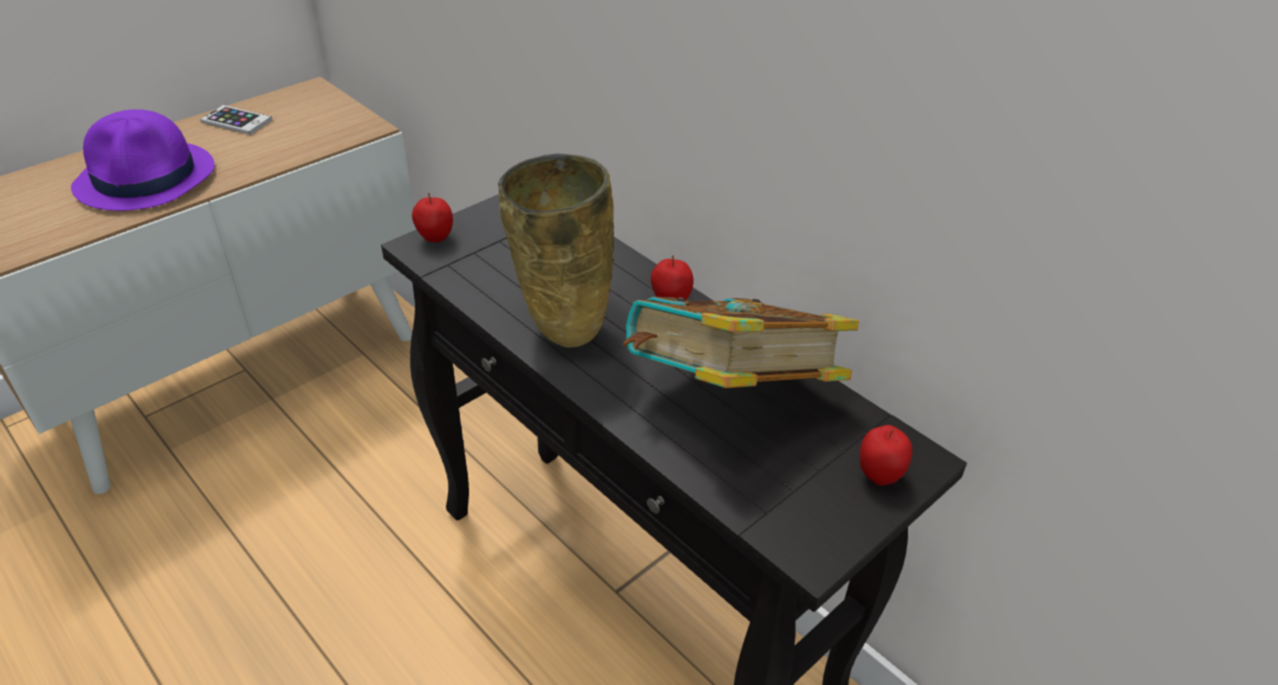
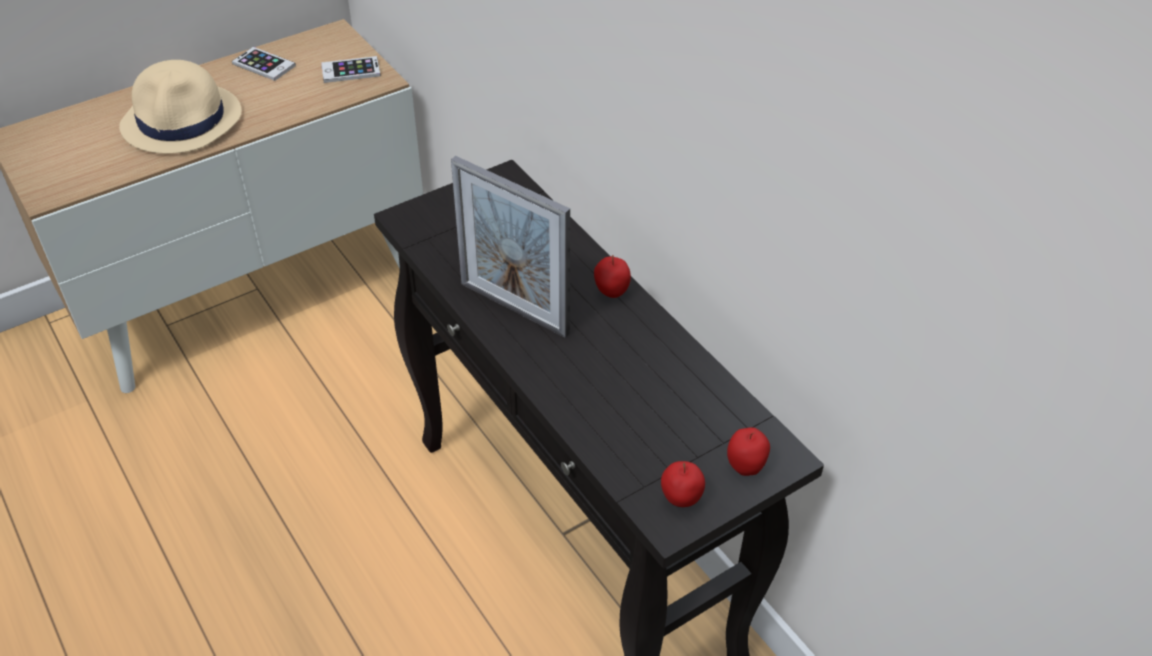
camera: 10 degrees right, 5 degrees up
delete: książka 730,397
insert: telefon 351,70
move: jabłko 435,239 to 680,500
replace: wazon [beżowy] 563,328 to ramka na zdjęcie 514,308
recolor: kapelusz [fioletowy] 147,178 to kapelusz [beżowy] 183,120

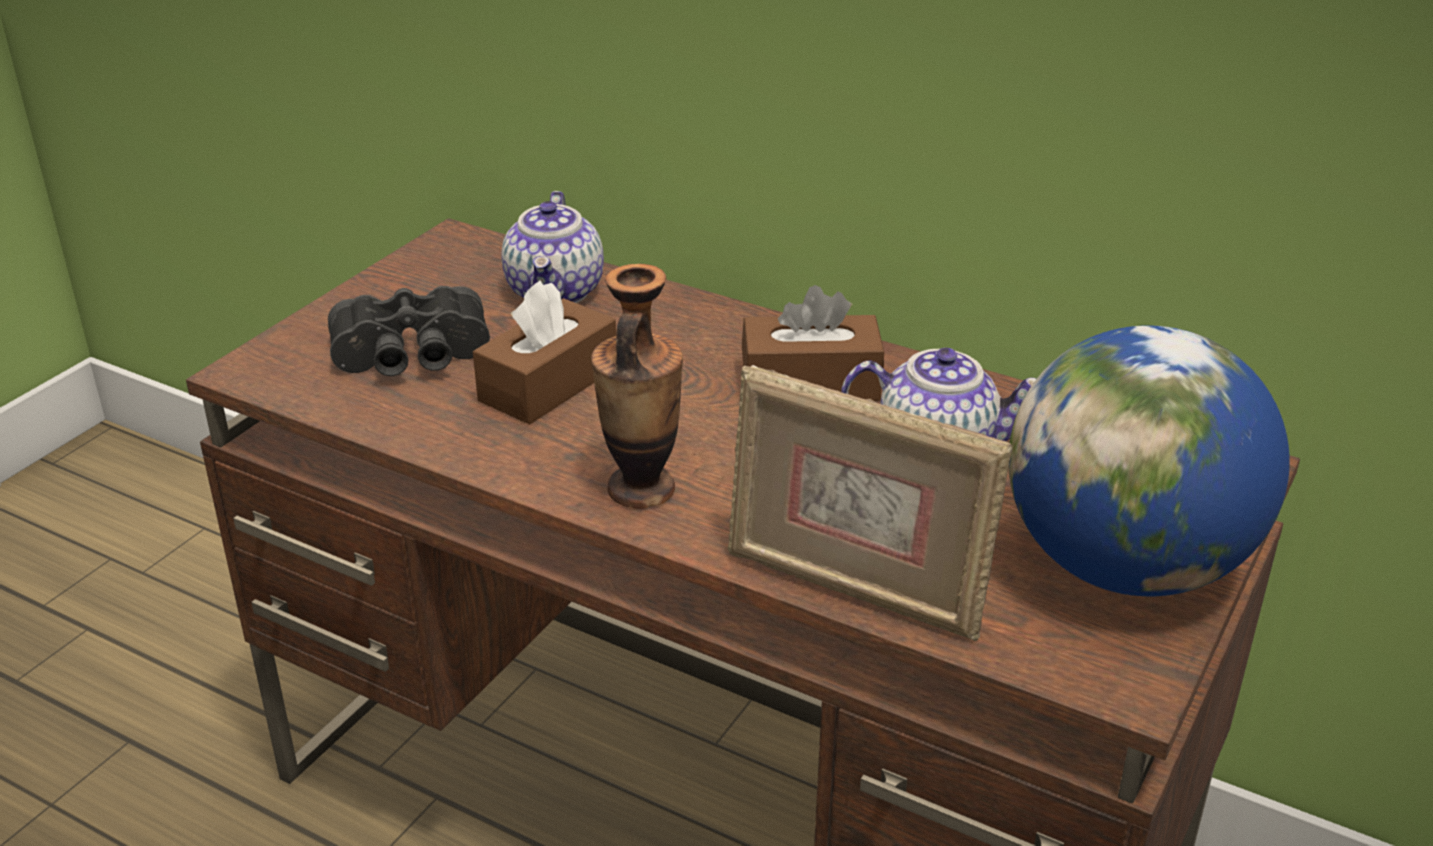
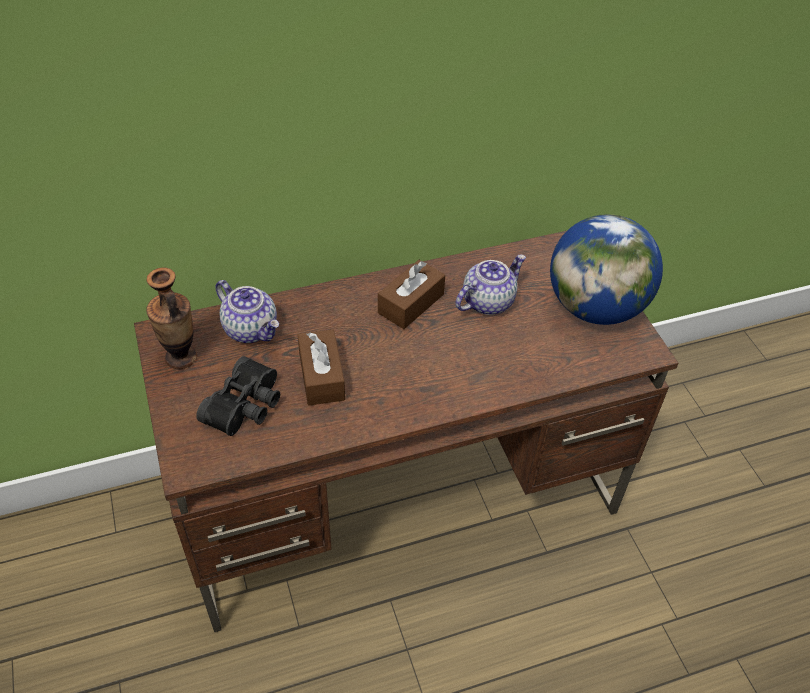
camera: 50 degrees left, 15 degrees up
delete: ramka na zdjęcie 854,588
move: wazon 641,489 to 181,357

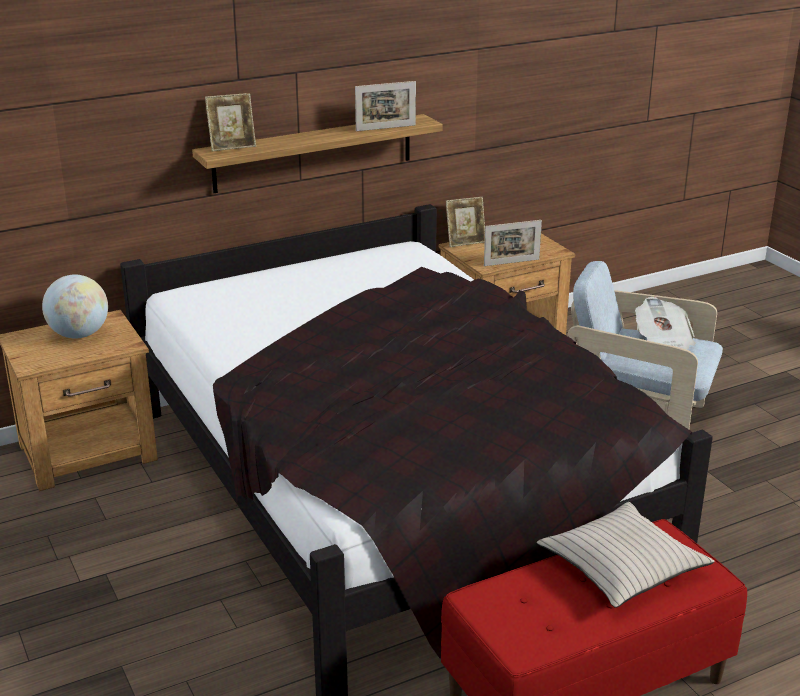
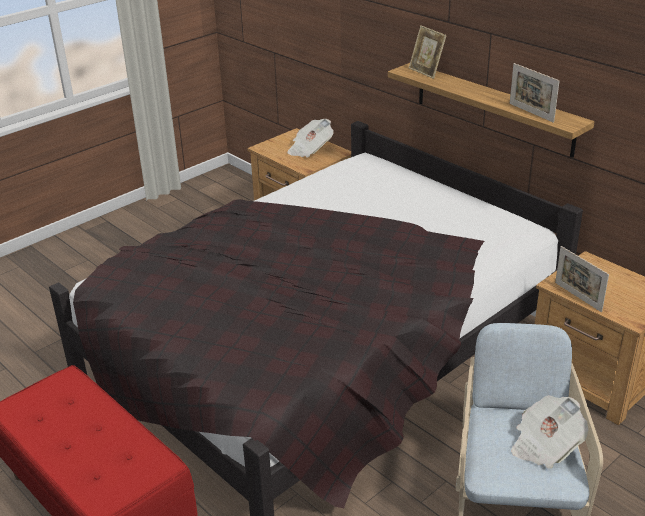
camera: 75 degrees right, 5 degrees up
delete: ramka na zdjęcie 465,242; poduszka [beżowy] 621,566
replace: globus 79,335 to gazeta 310,150

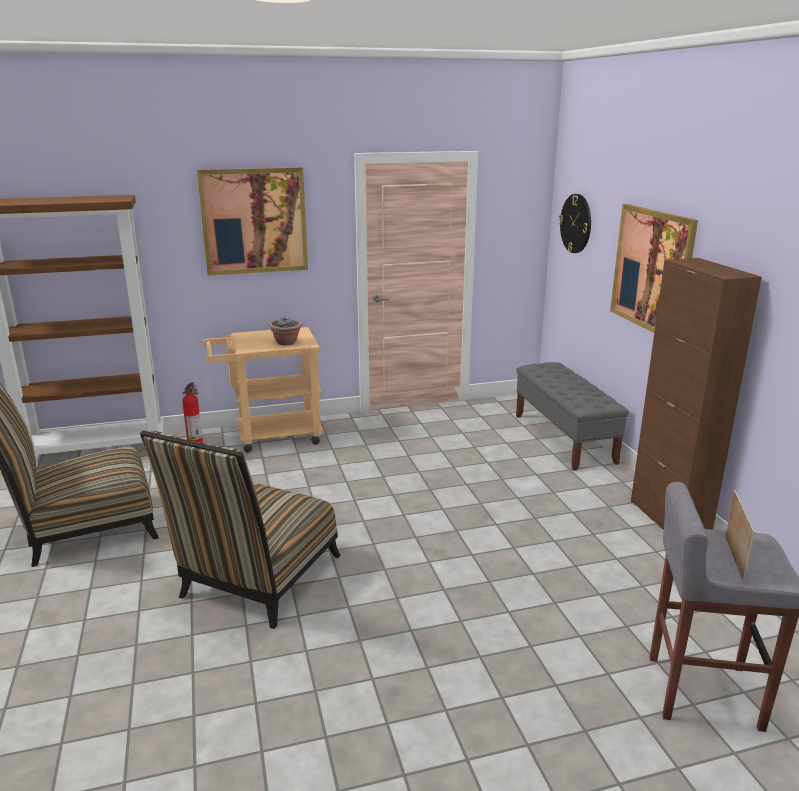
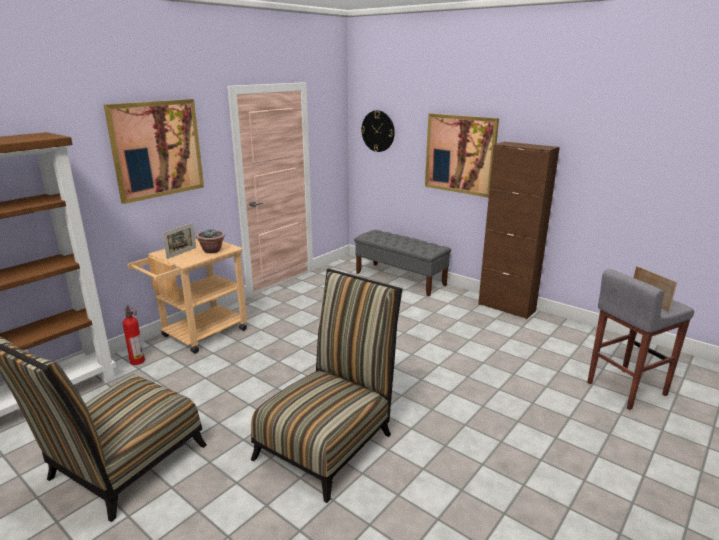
camera: 35 degrees left, 0 degrees up
insert: ramka na zdjęcie 181,253
rotate: krzesło 256,581 = 329,441 135 degrees counterclockwise

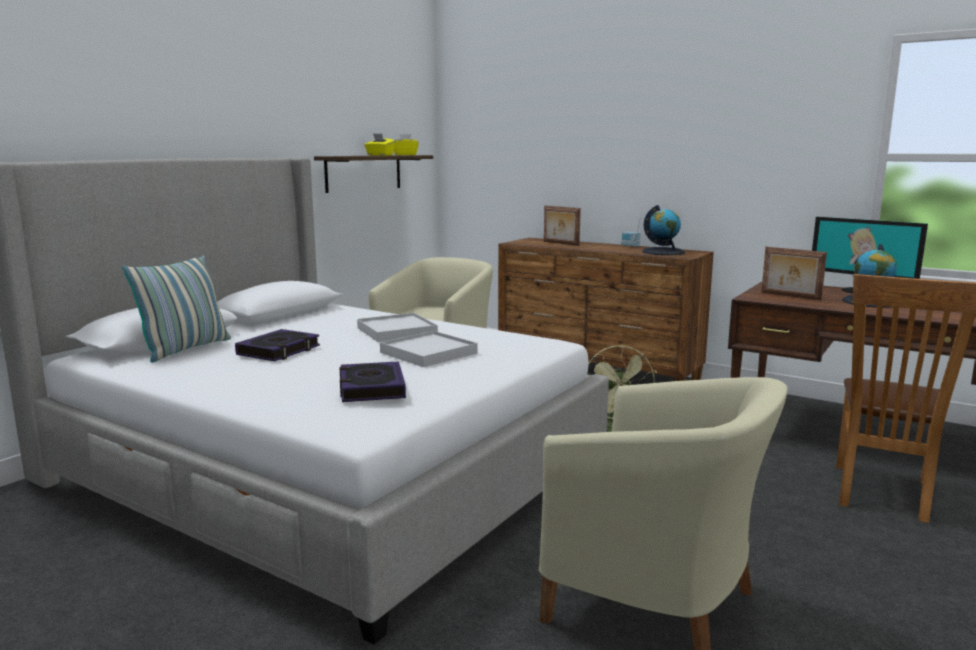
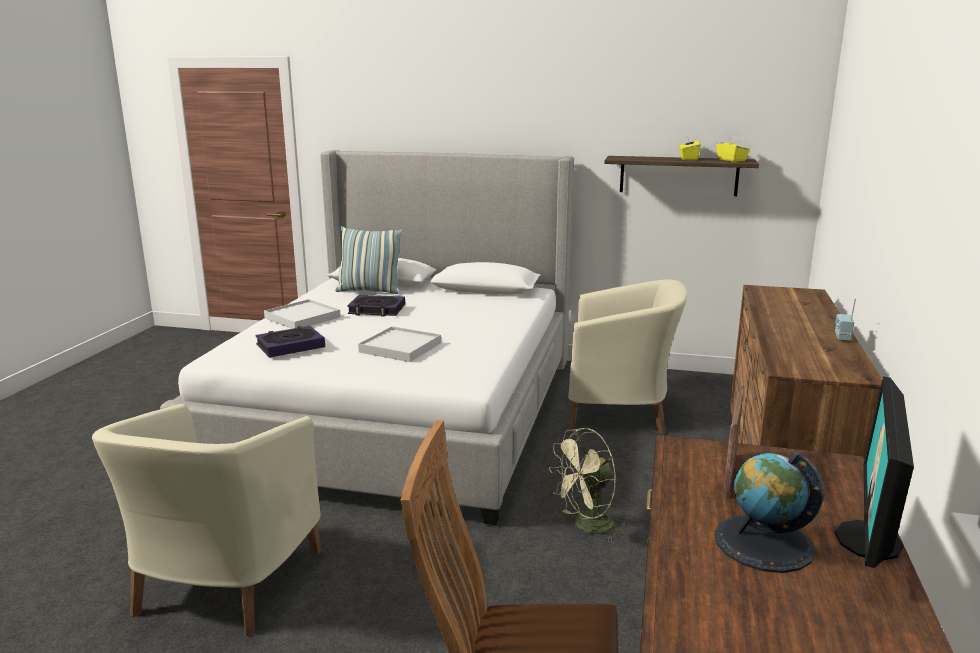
camera: 70 degrees right, 5 degrees up
delete: ramka na zdjęcie 560,243; globus 663,252
move: taca [biały] 396,331 to 302,317

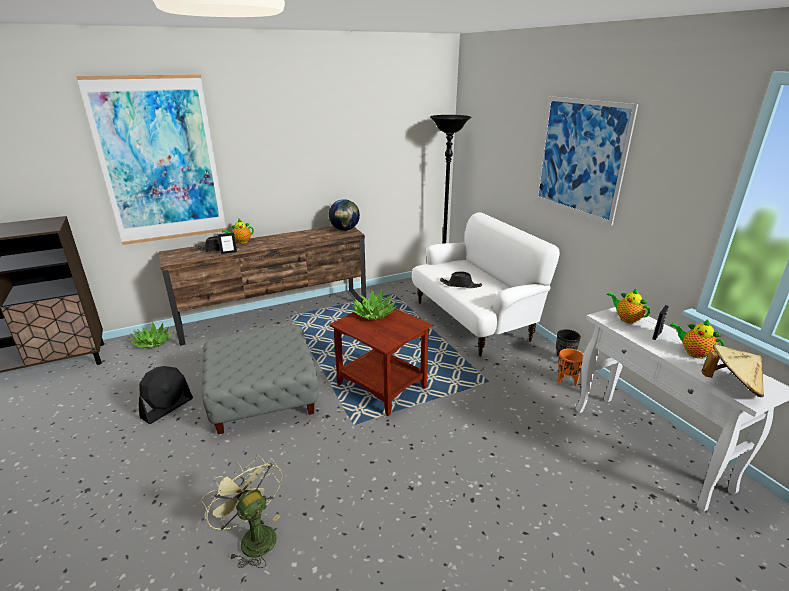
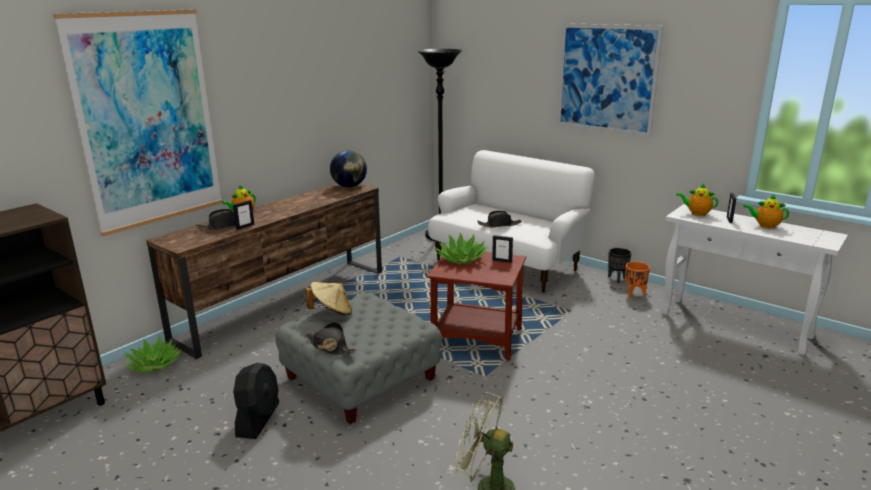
camera: 25 degrees left, 5 degrees down
insert: kapelusz [czarny] 330,347; ramka na zdjęcie 502,261
move: kapelusz [beżowy] 730,386 to 332,312

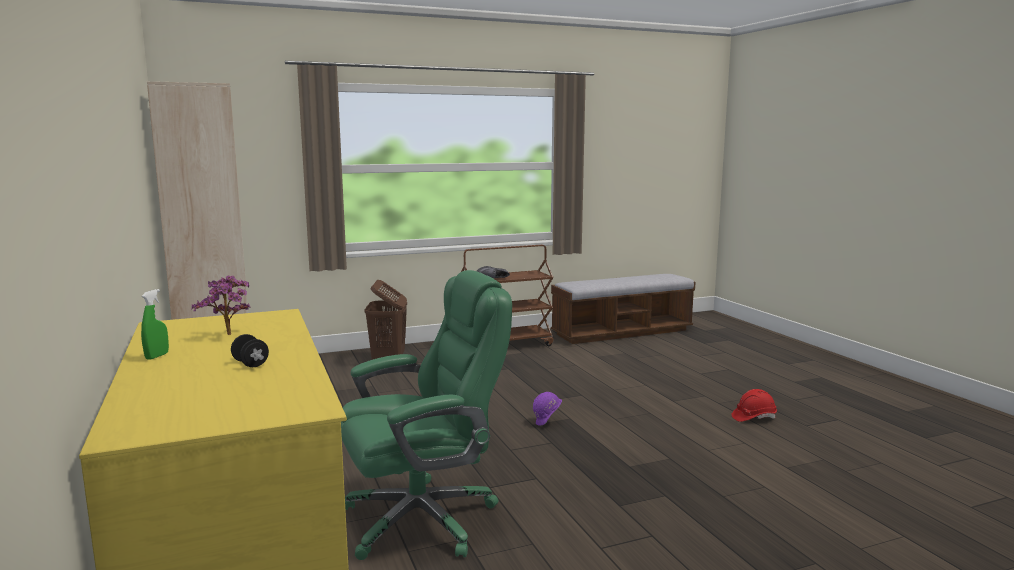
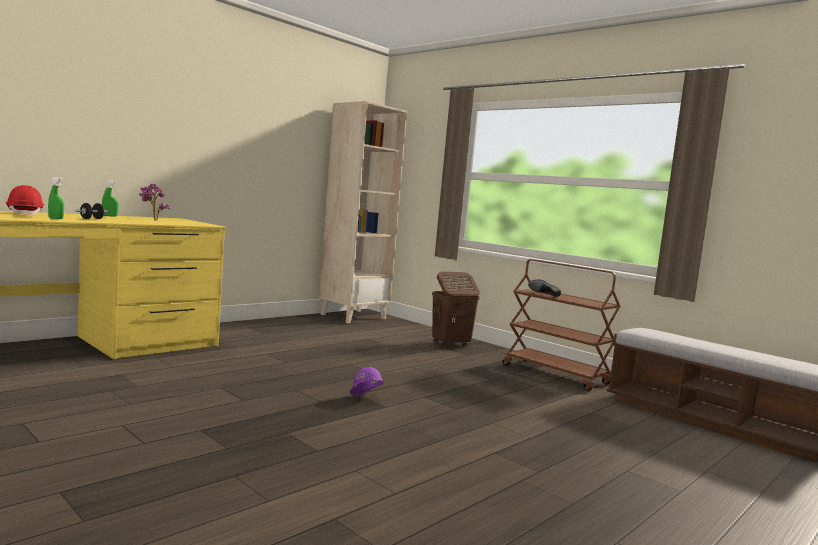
camera: 65 degrees right, 5 degrees down
delete: krzesło biurowe [zielony] 424,518
insert: spryskiwacz [zielony] 56,218
move: kask [czerwony] 753,417 to 25,214

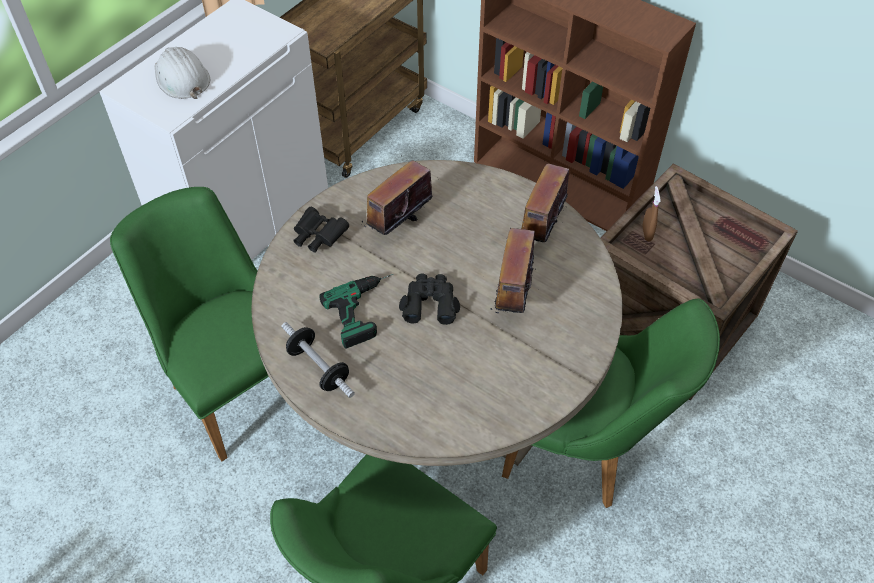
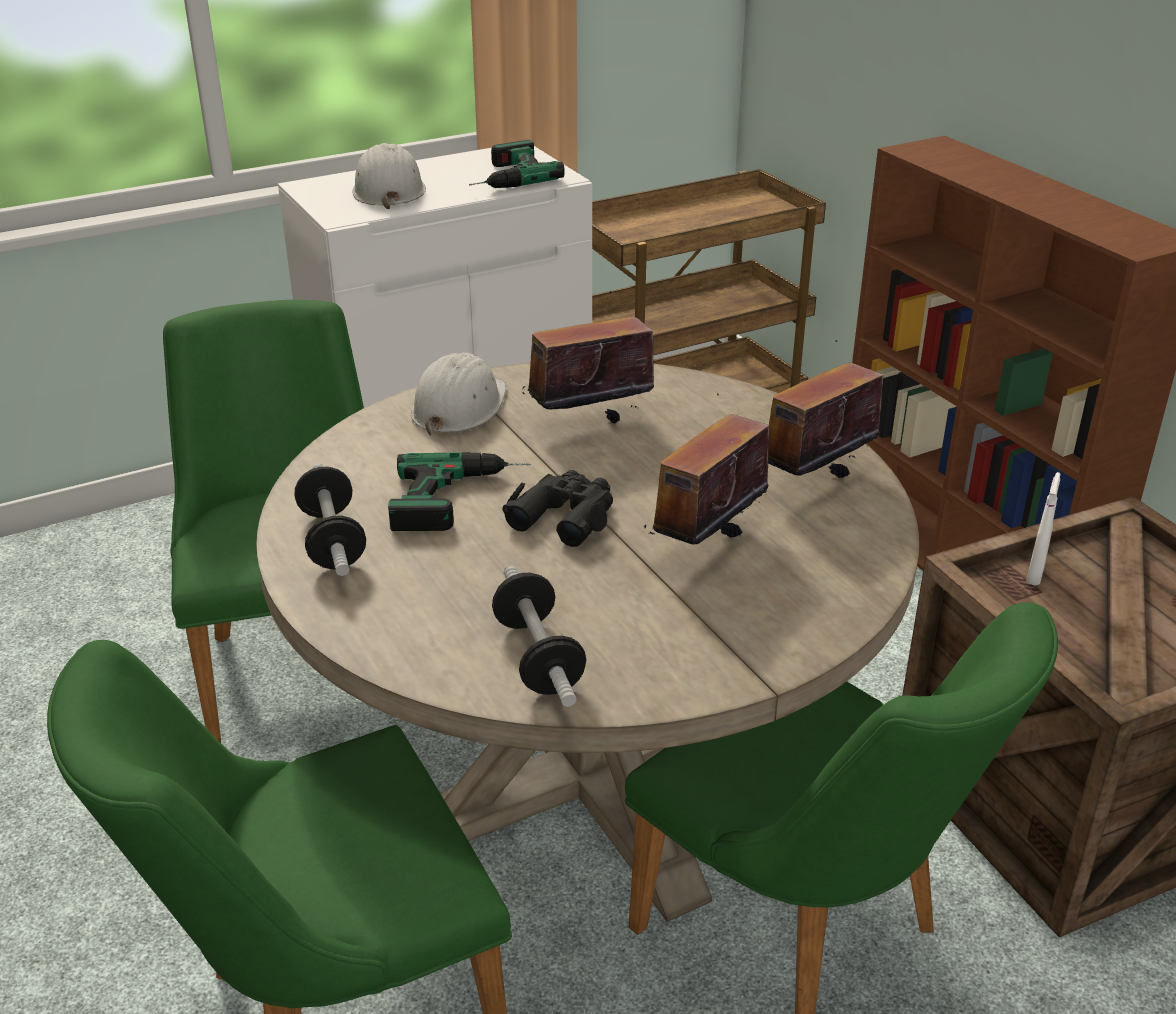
camera: 25 degrees right, 20 degrees down
insert: wiertarka 503,177; hantel 538,657
replace: lornetka [czarny] 318,237 to kask [biały] 459,407
recolor: spryskiwacz [brązowy] 647,233 to spryskiwacz [biały] 1035,575

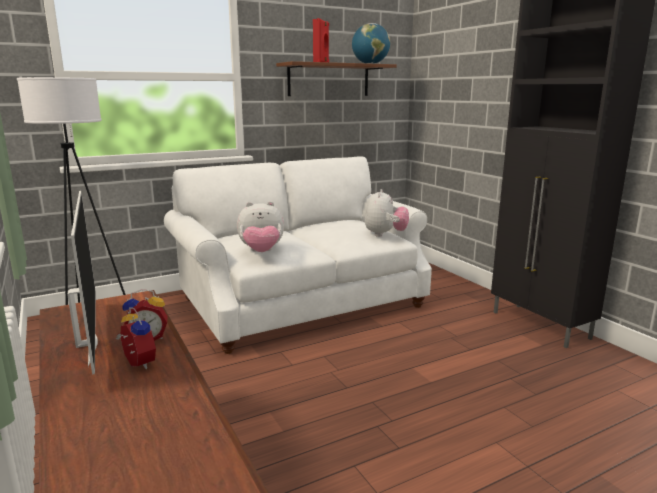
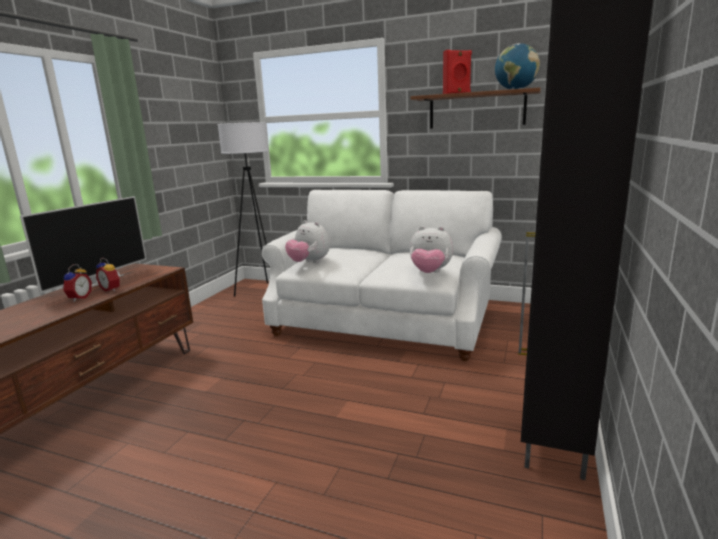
camera: 50 degrees right, 0 degrees up
rotate: pluszak 385,234 = 430,273 45 degrees clockwise

